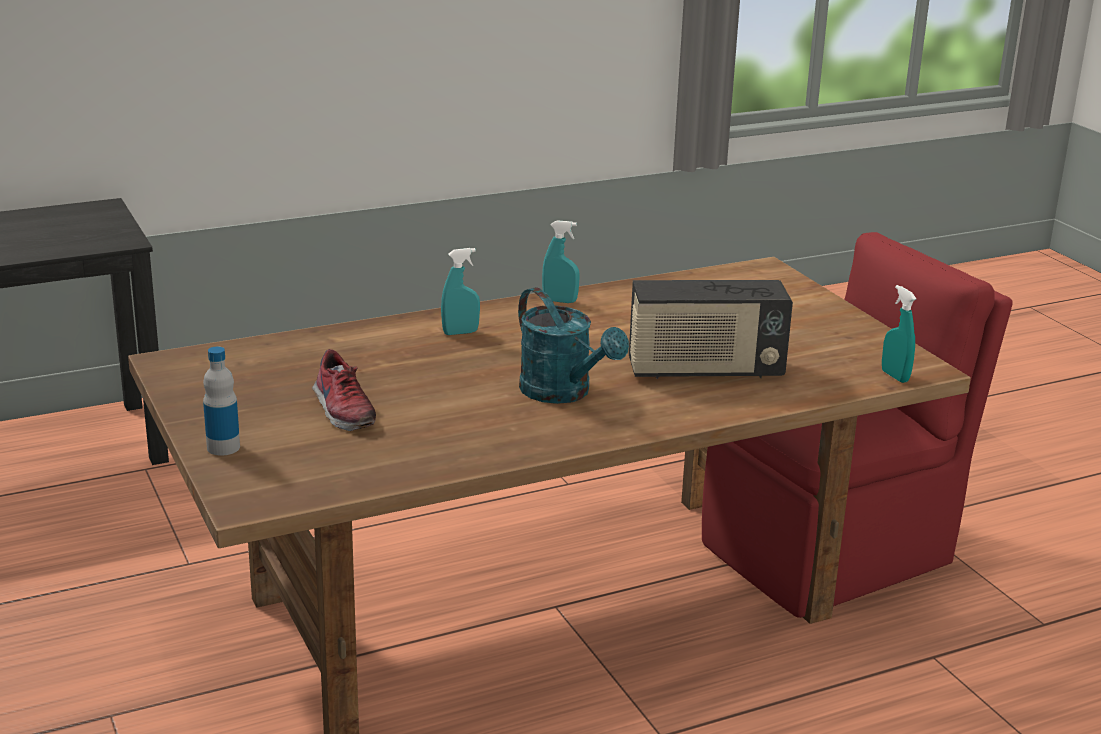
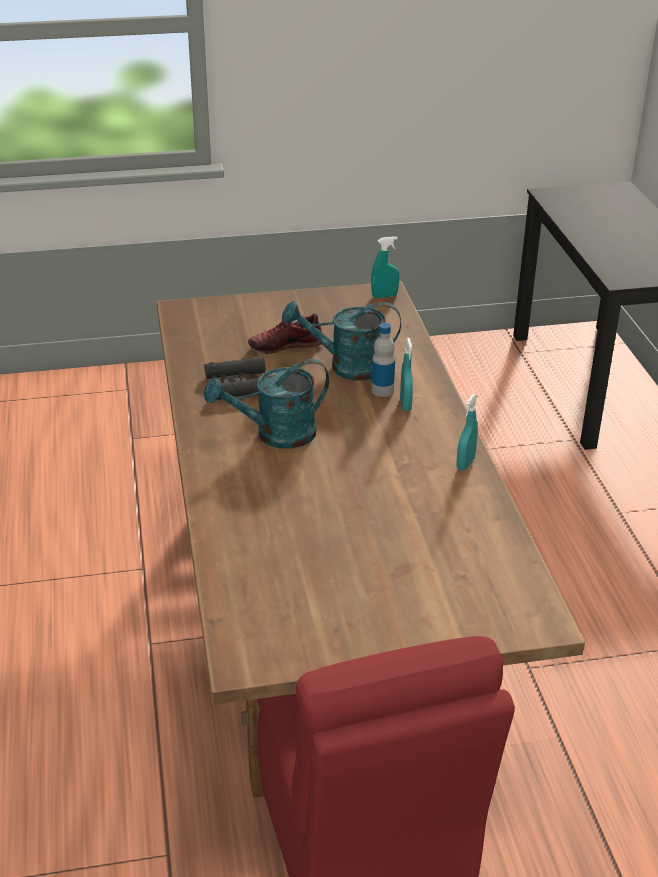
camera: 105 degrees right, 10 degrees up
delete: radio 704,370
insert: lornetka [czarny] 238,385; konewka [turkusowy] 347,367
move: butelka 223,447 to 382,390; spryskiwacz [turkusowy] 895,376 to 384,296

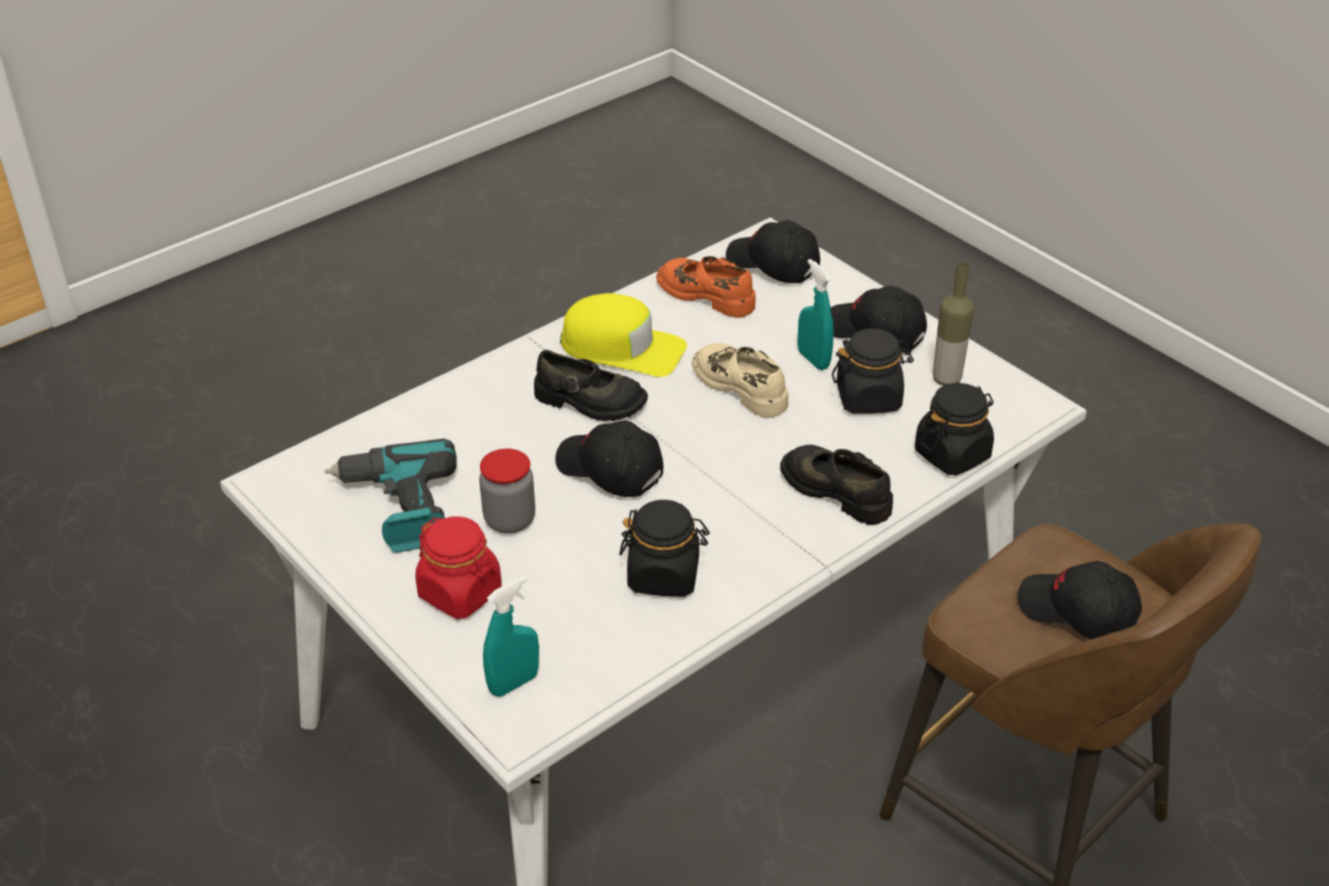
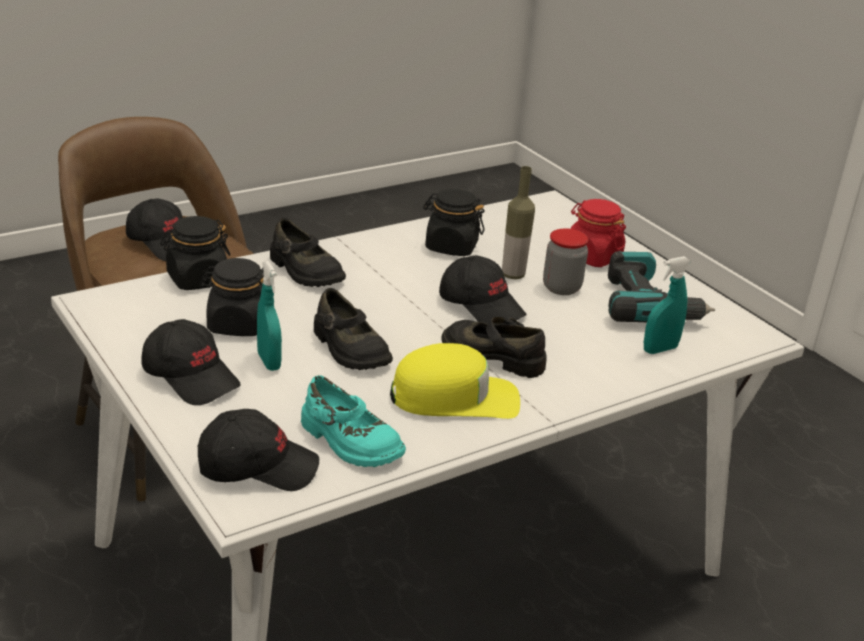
camera: 175 degrees left, 10 degrees down
move: spryskiwacz [turkusowy] 514,683 to 660,349; butelka 946,379 to 513,275
recolor: but [pomarańczowy] 707,294 to but [turkusowy] 349,442; but [beżowy] 741,386 to but [czarny] 349,349
rotate: czapka z daszkiem [żółty] 622,348 = 455,398 150 degrees clockwise; czapka z daszkiem [czarny] 772,265 = 257,467 45 degrees counterclockwise

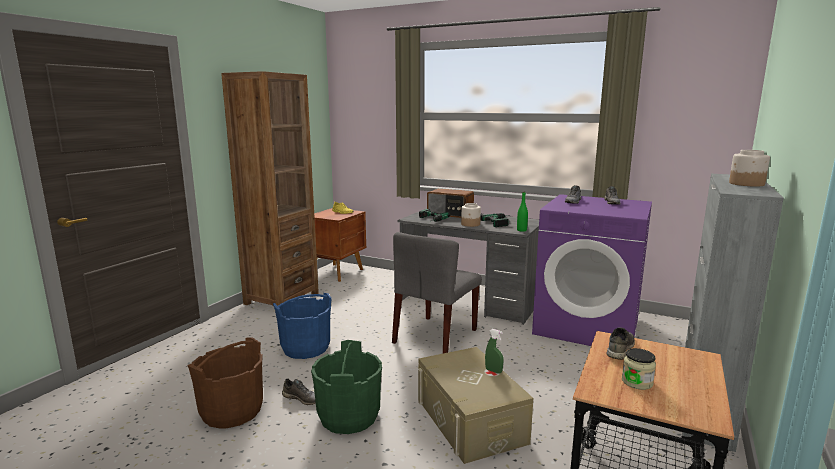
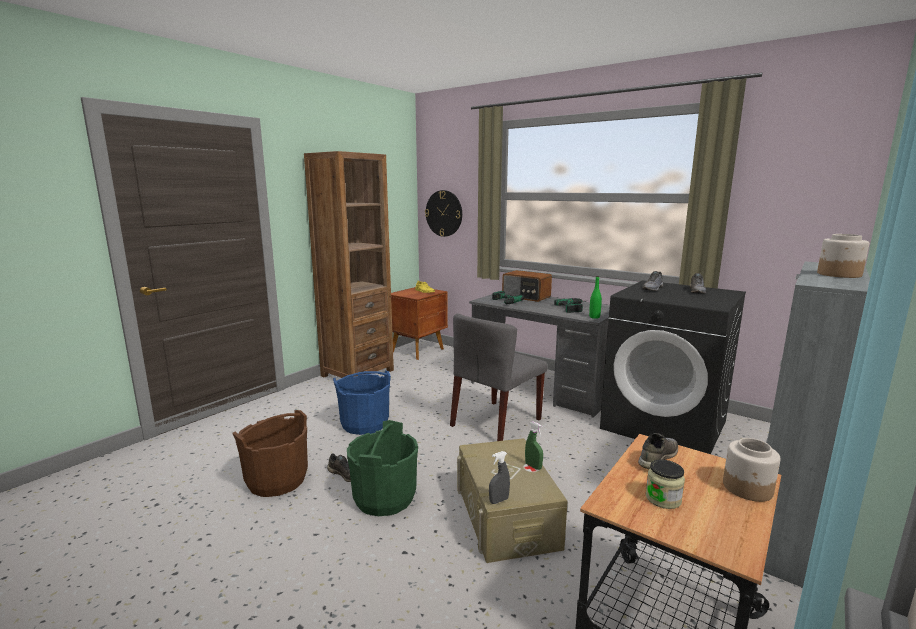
camera: 10 degrees right, 0 degrees up
insert: zegar ścienny 444,213; spryskiwacz [szary] 499,500
move: słoik 470,224 to 748,488
recolor: pralka [fioletowy] 587,326 to pralka [czarny] 664,425

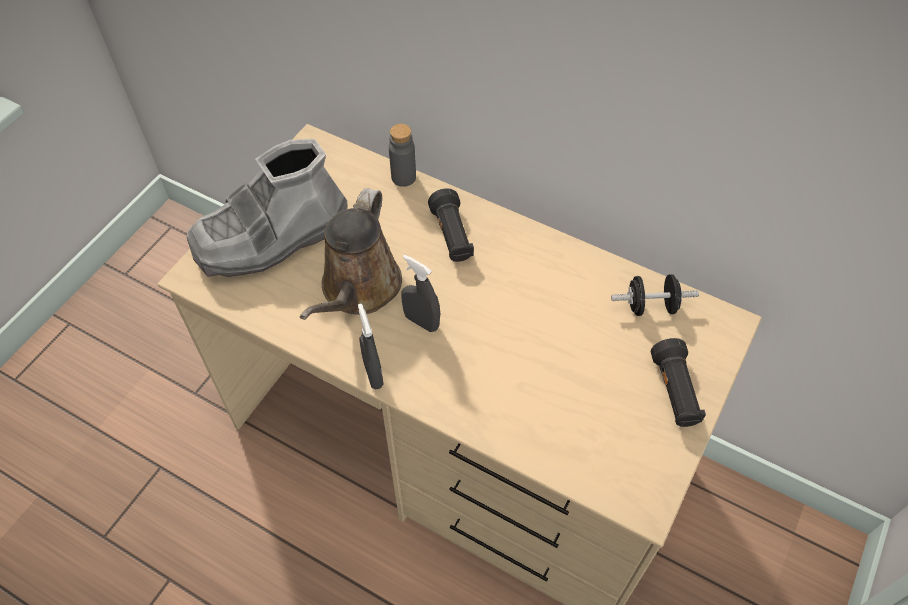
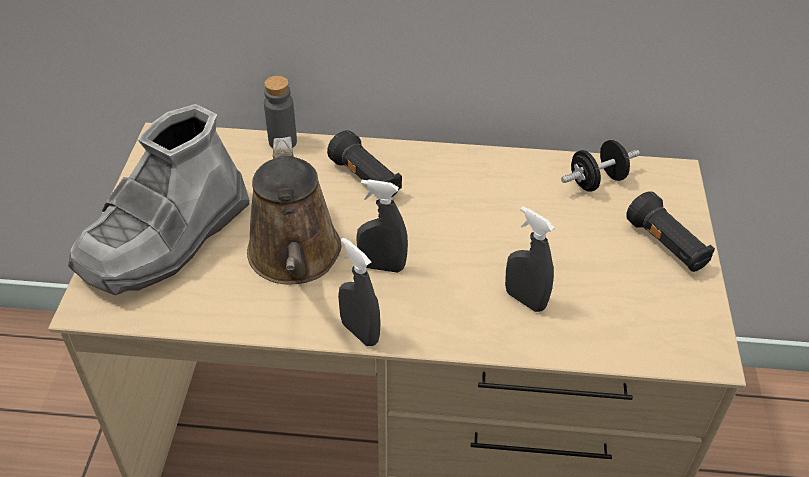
camera: 25 degrees left, 10 degrees down
insert: spryskiwacz [szary] 525,300

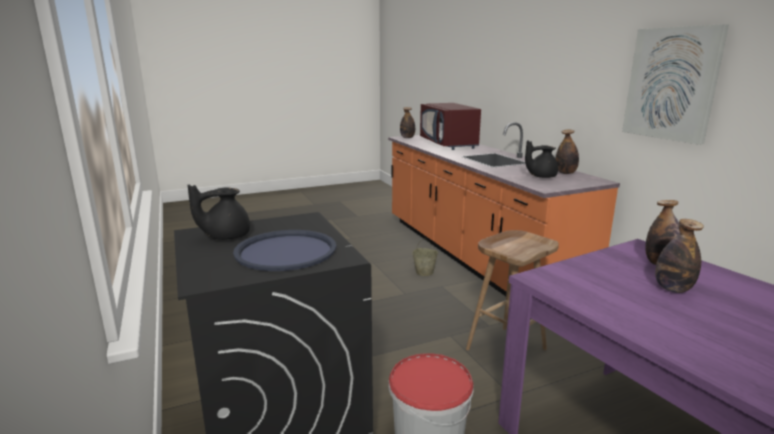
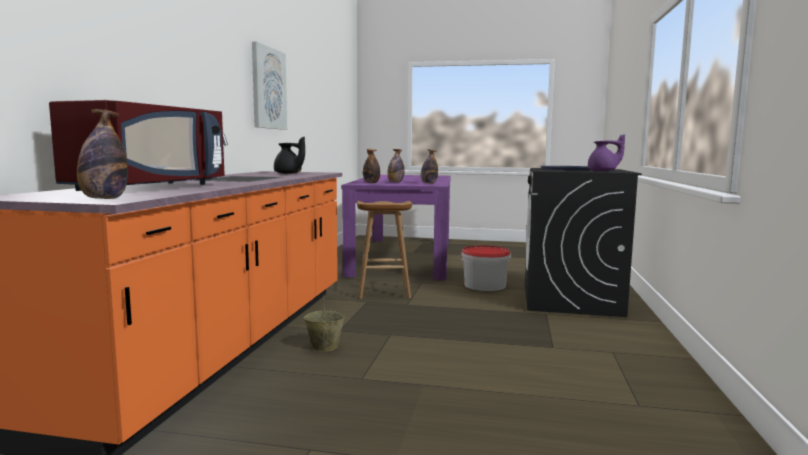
camera: 145 degrees left, 10 degrees down
move: butelka 565,173 to 429,183
recolor: imbryk [czarny] 225,236 to imbryk [fioletowy] 603,171

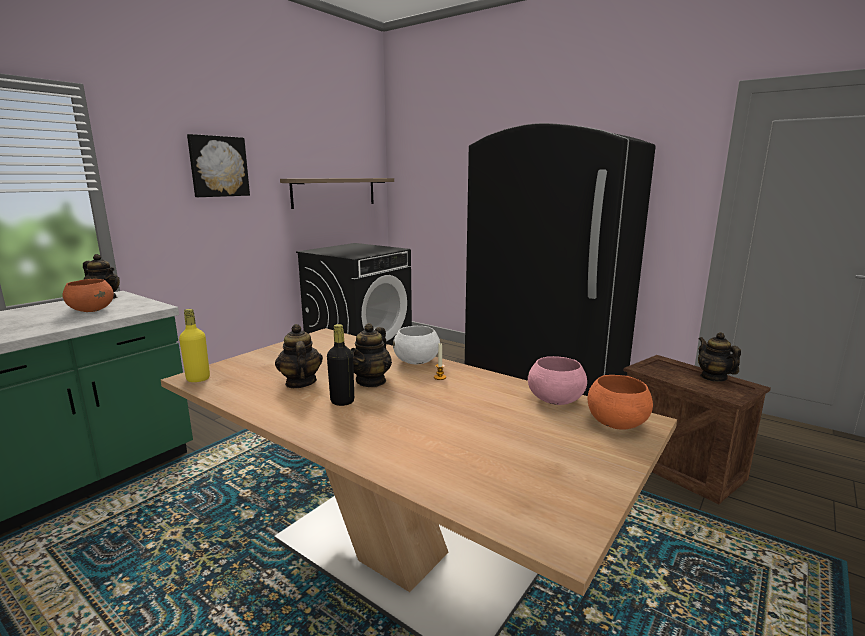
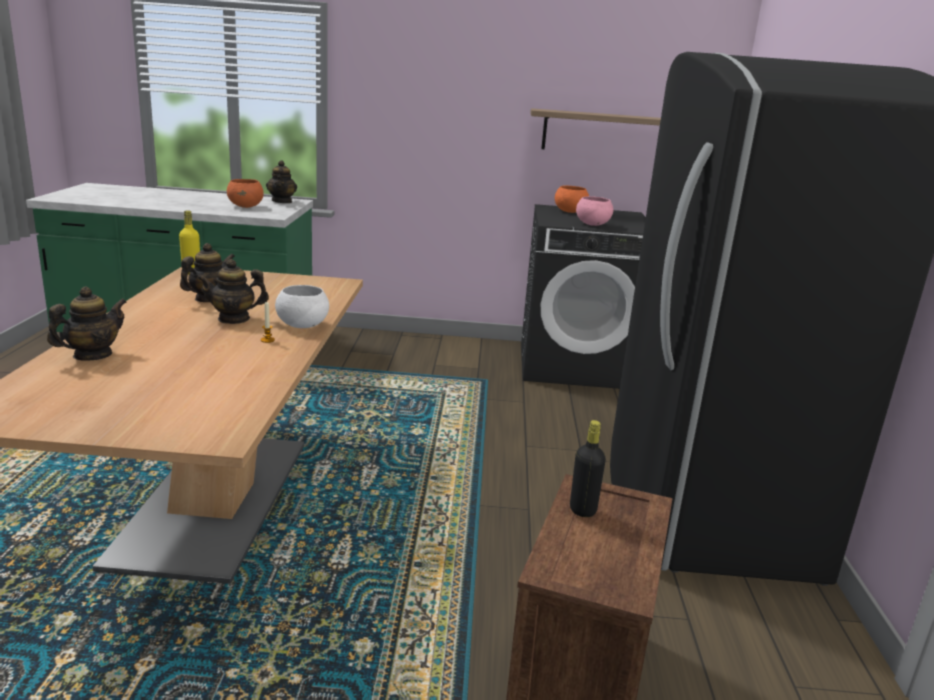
camera: 55 degrees right, 5 degrees up
delete: obraz 218,166
move: butelka [czarny] 342,401 to 582,510; miska [różowy] 555,401 to 592,224; miska [pomarańczowy] 615,423 to 570,211; imbryk 713,377 to 92,355

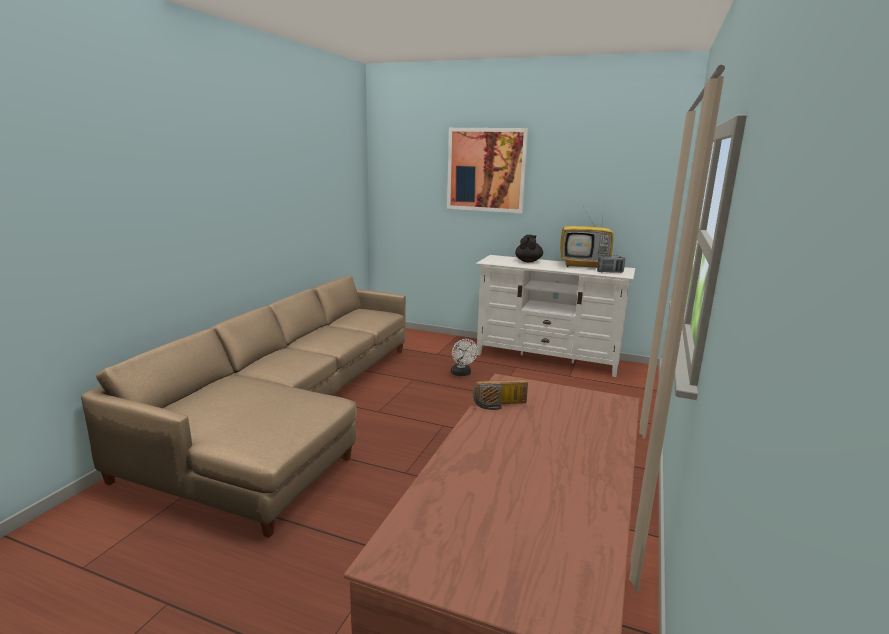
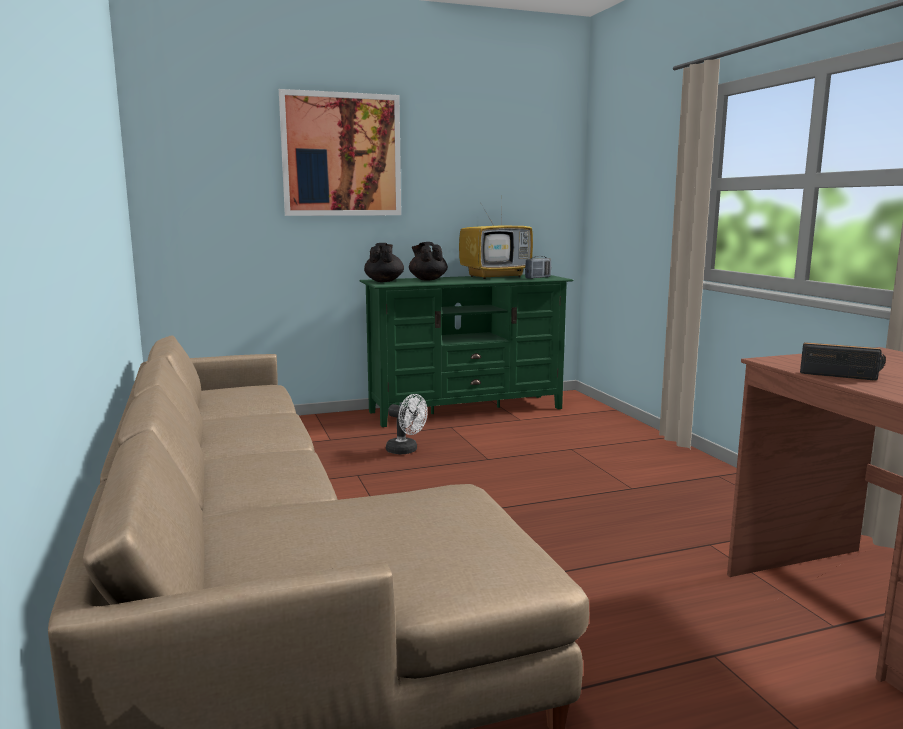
camera: 40 degrees left, 5 degrees down
insert: imbryk [czarny] 384,281
recolor: szafka pod telewizor [biały] 547,358 to szafka pod telewizor [zielony] 466,410
rotate: radio 500,405 = 840,375 105 degrees counterclockwise

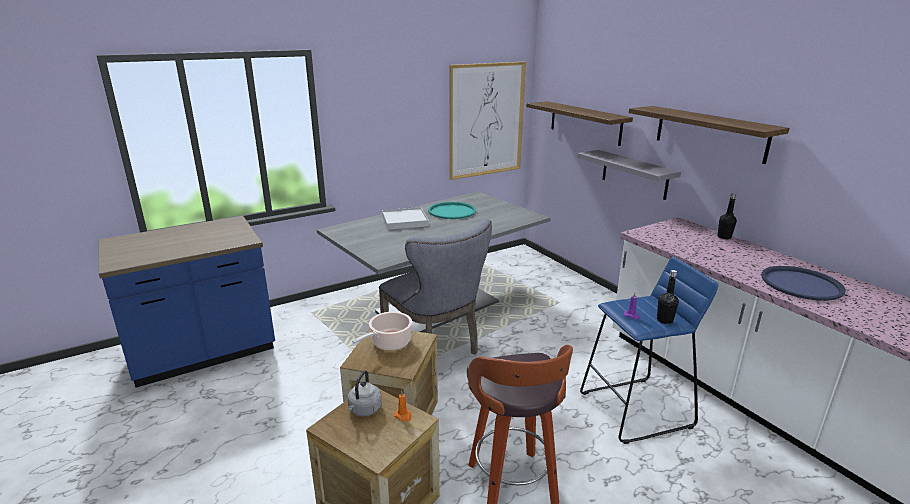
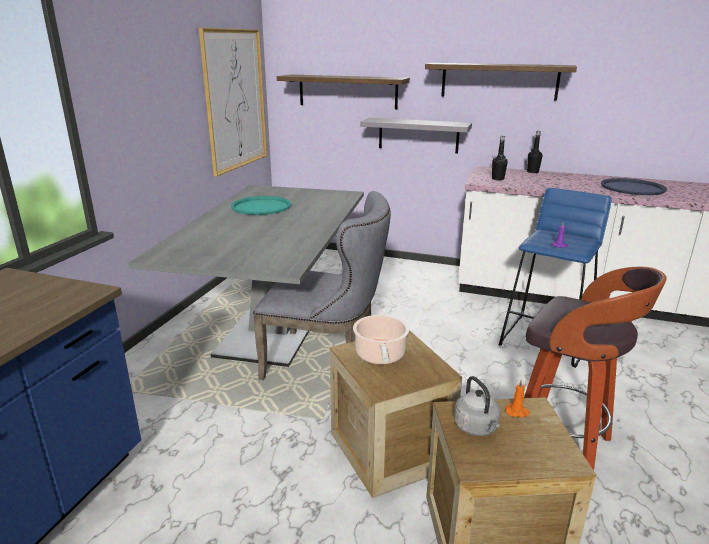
camera: 40 degrees left, 0 degrees up
delete: taca [biały] 404,220
move: butelka [czarny] 664,320 to 497,179

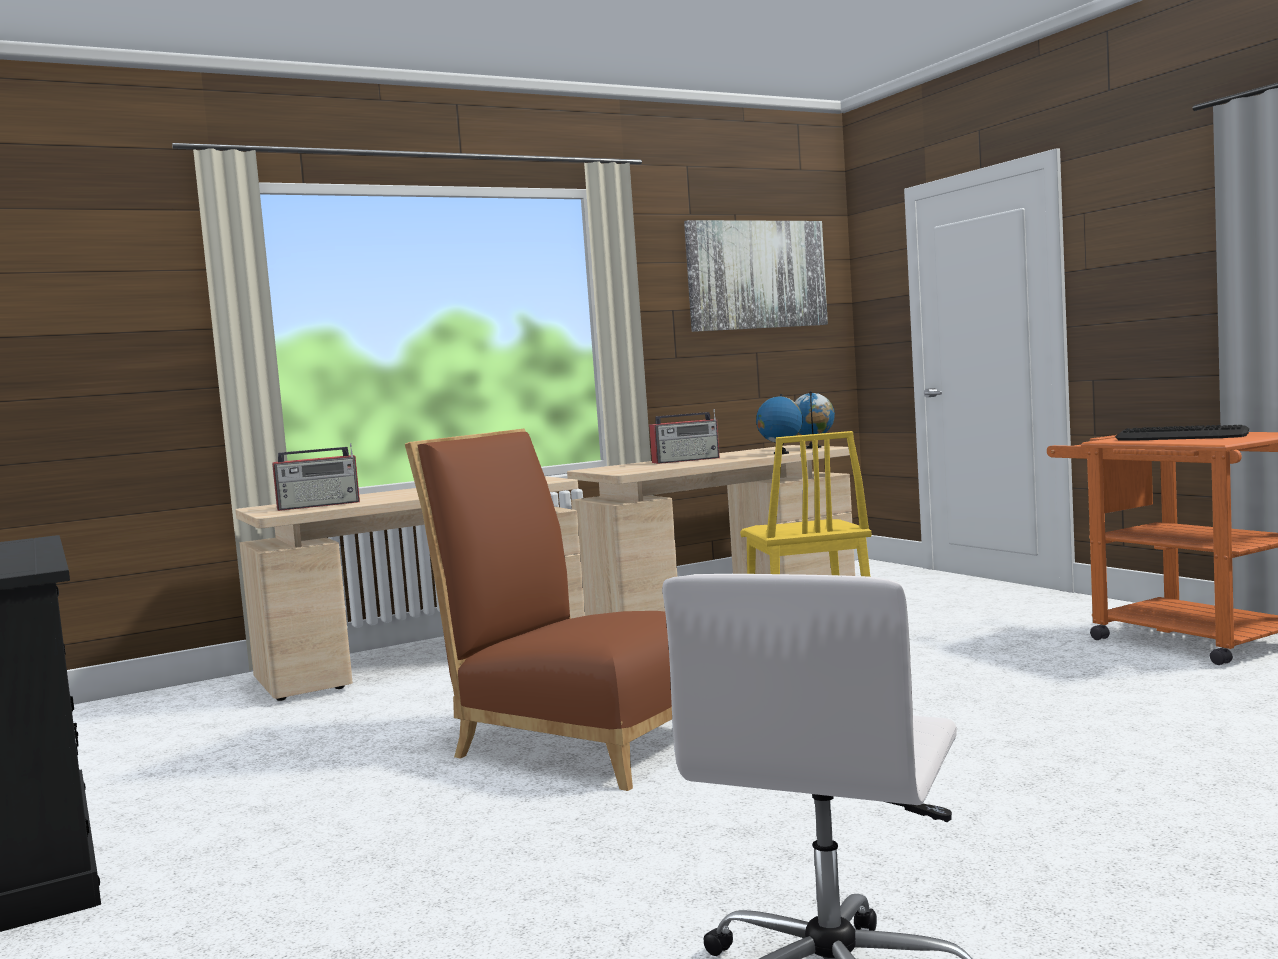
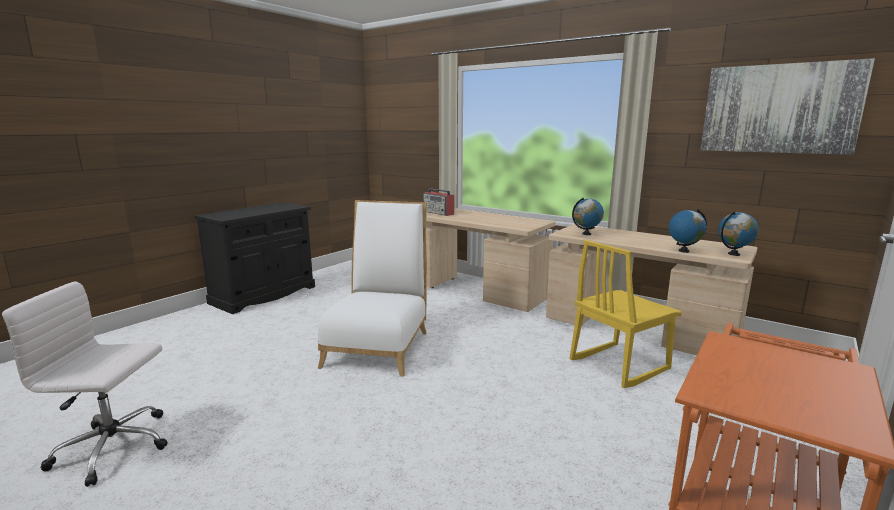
camera: 65 degrees right, 10 degrees up
delete: radio 687,460; klawiatura 1181,436
insert: globus 586,234
recolor: krzesło [brązowy] 580,739 to krzesło [biały] 379,345

